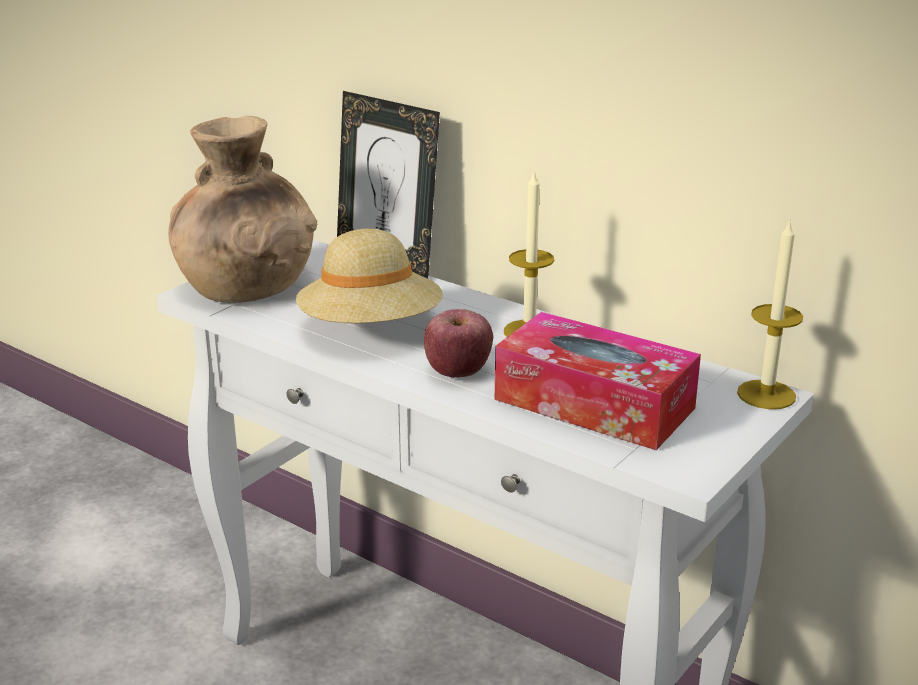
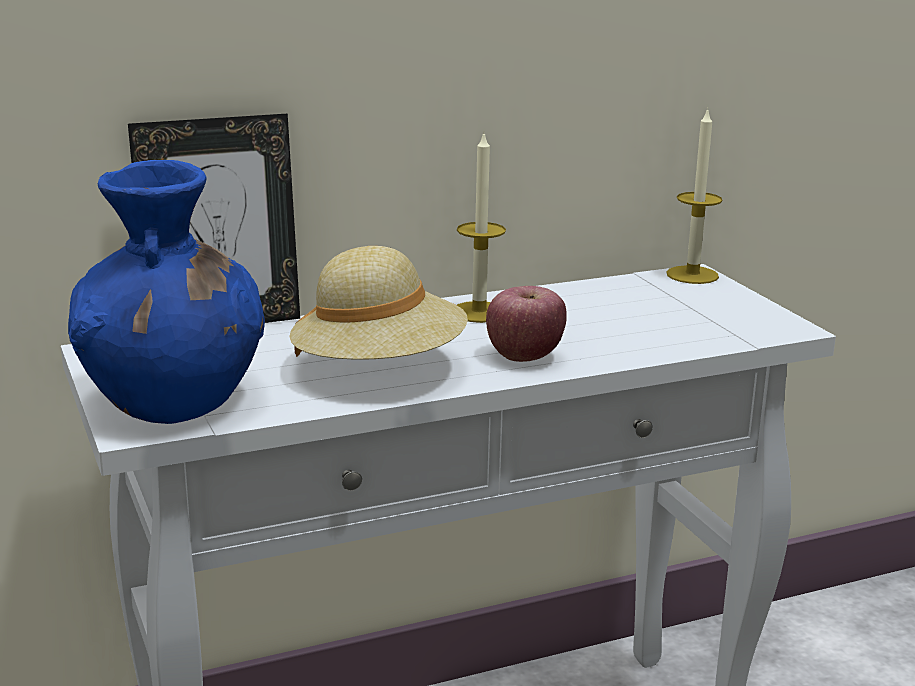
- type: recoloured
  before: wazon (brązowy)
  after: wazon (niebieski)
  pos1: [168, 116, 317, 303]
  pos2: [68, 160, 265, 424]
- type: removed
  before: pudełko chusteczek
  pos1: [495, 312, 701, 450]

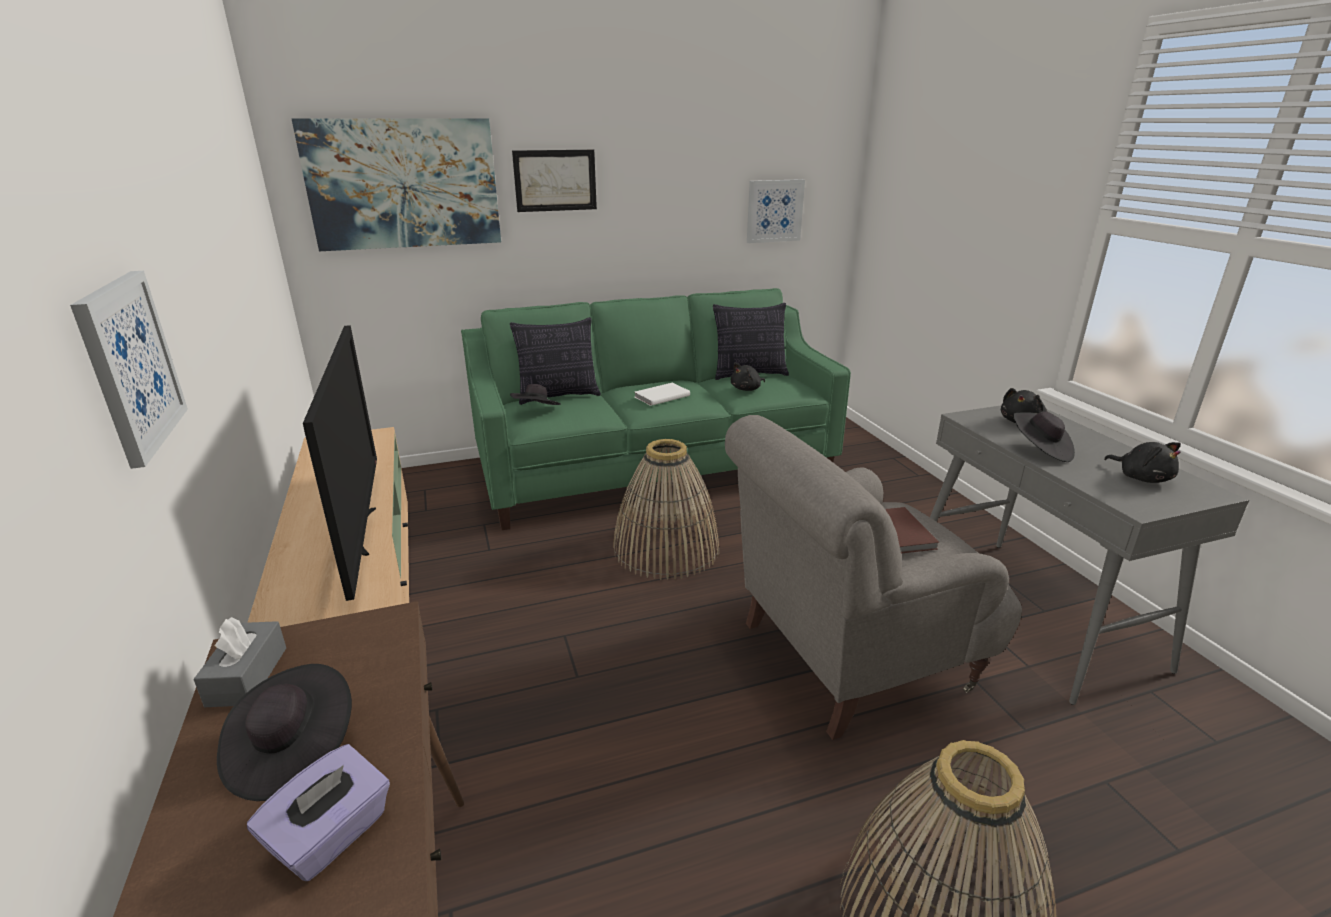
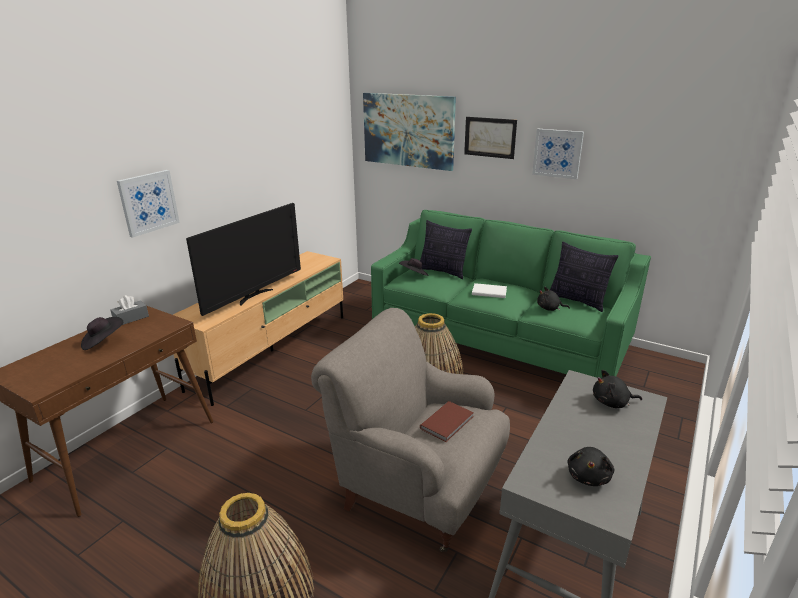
- type: moved
  before: obraz
  pos1: [747, 179, 805, 243]
  pos2: [532, 129, 584, 179]
- type: removed
  before: pudełko chusteczek (fioletowy)
  pos1: [247, 744, 390, 881]
- type: removed
  before: kapelusz (czarny)
  pos1: [1013, 411, 1075, 462]

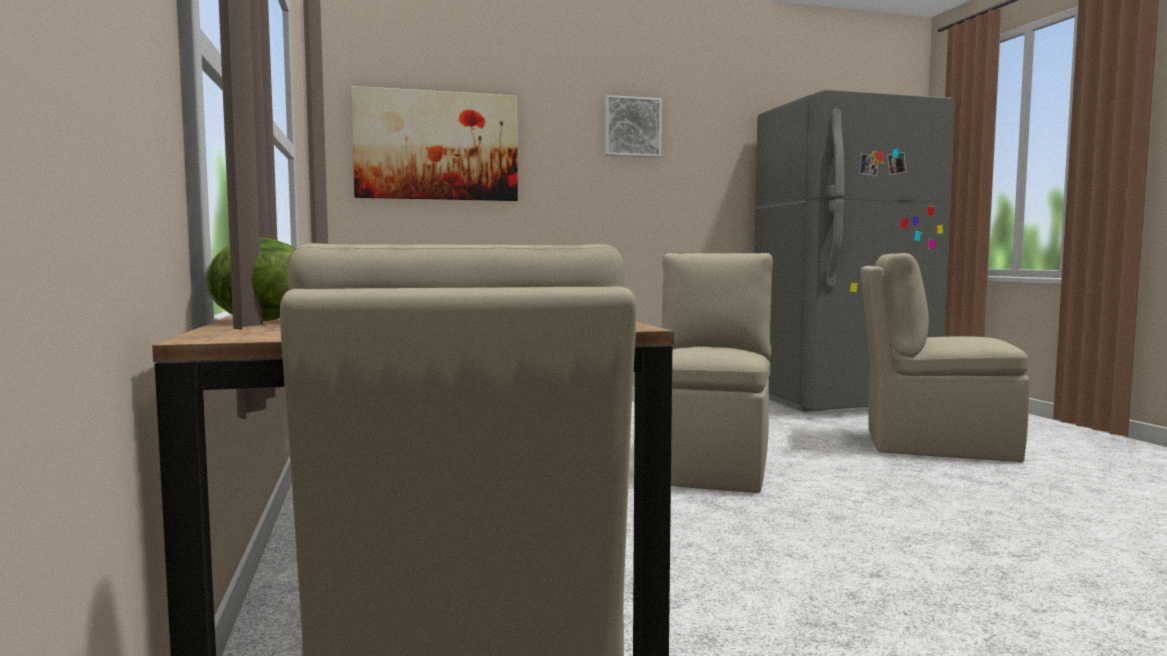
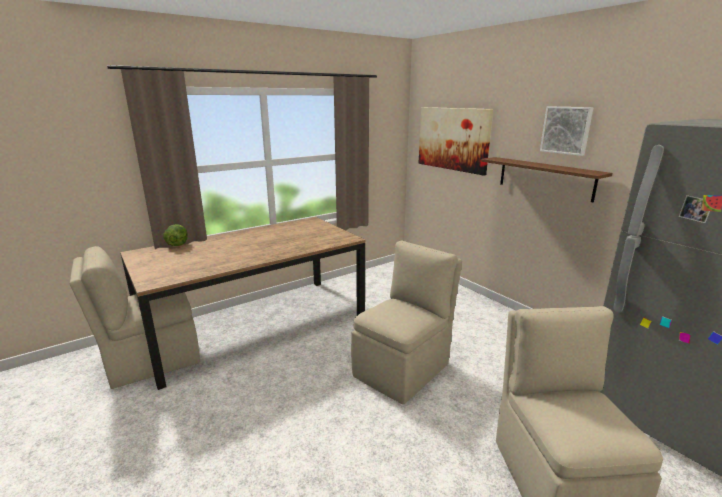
- type: turned
  before: krzesło (beżowy)
  pos1: [662, 253, 773, 493]
  pos2: [351, 241, 462, 404]
  turn: -45
- type: added
  after: półka (brązowy)
  pos2: [481, 157, 612, 202]

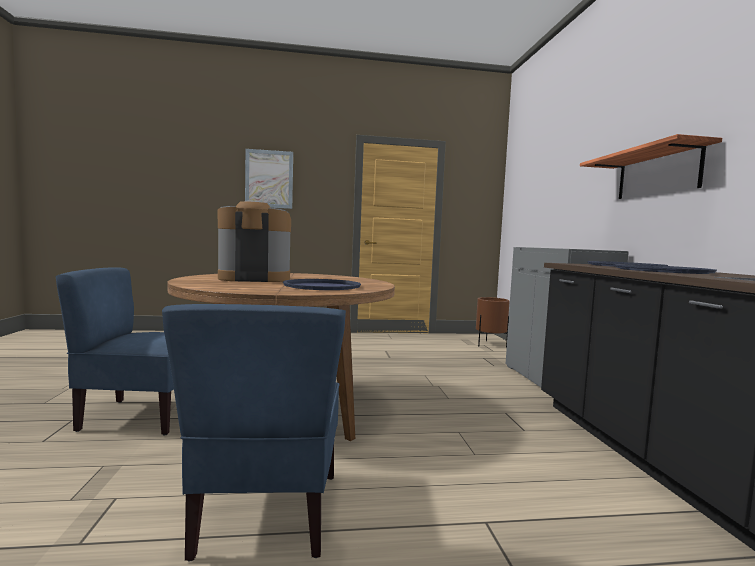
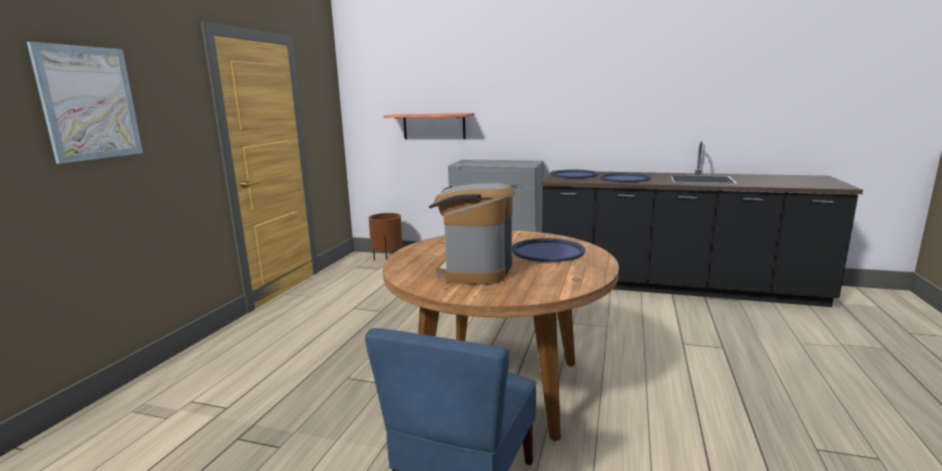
- type: moved
  before: półka
  pos1: [580, 134, 722, 199]
  pos2: [383, 113, 474, 139]
- type: removed
  before: krzesło (niebieski)
  pos1: [162, 304, 346, 561]

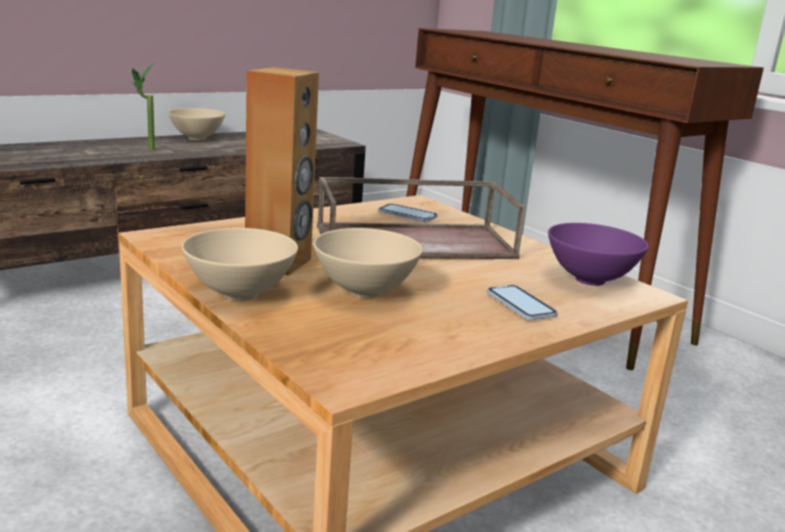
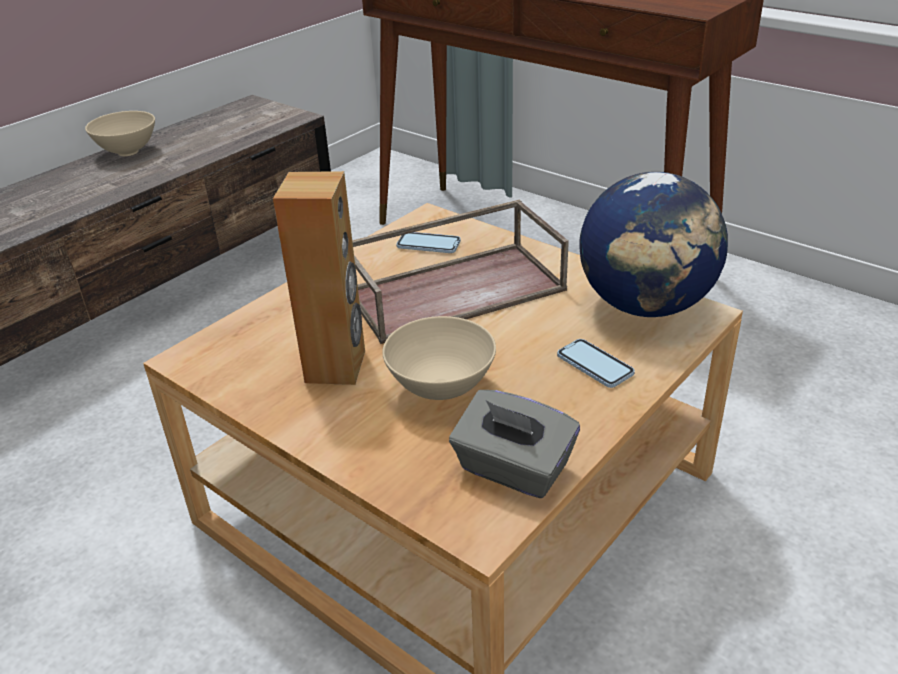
- type: added
  after: pudełko chusteczek (szary)
  pos2: [449, 390, 580, 498]
- type: replaced
  before: miska (fioletowy)
  after: globus
  pos1: [548, 223, 649, 286]
  pos2: [579, 172, 728, 317]
- type: removed
  before: roślina doniczkowa
  pos1: [131, 63, 155, 150]
- type: removed
  before: miska (beżowy)
  pos1: [182, 228, 298, 301]

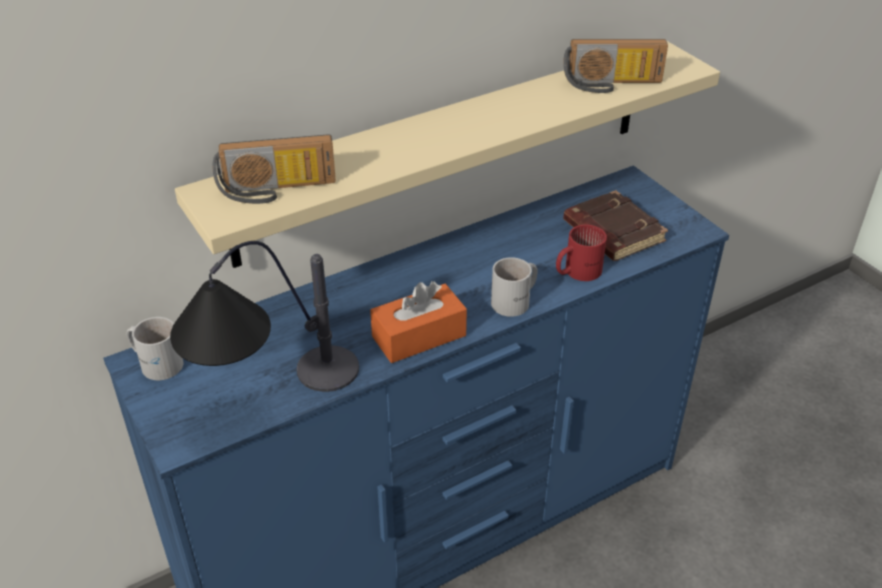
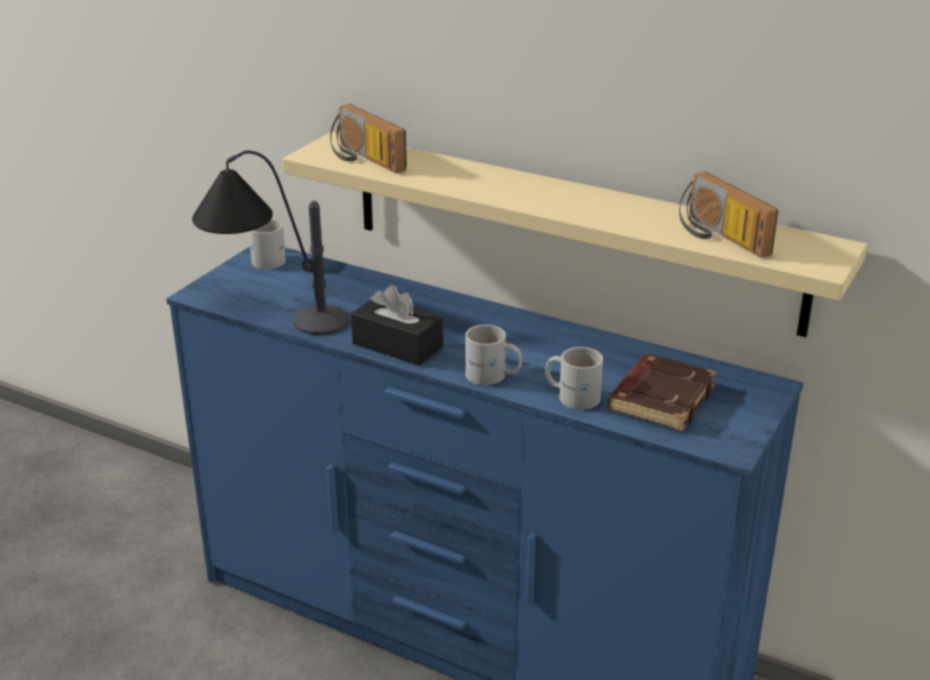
- type: recoloured
  before: pudełko chusteczek (pomarańczowy)
  after: pudełko chusteczek (czarny)
  pos1: [370, 281, 467, 363]
  pos2: [351, 285, 443, 366]
- type: recoloured
  before: kubek (czerwony)
  after: kubek (biały)
  pos1: [556, 225, 607, 281]
  pos2: [545, 347, 603, 410]

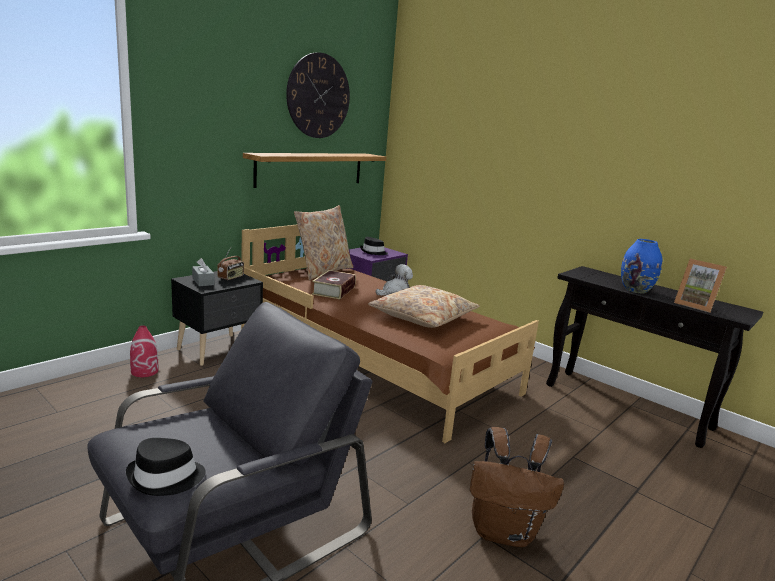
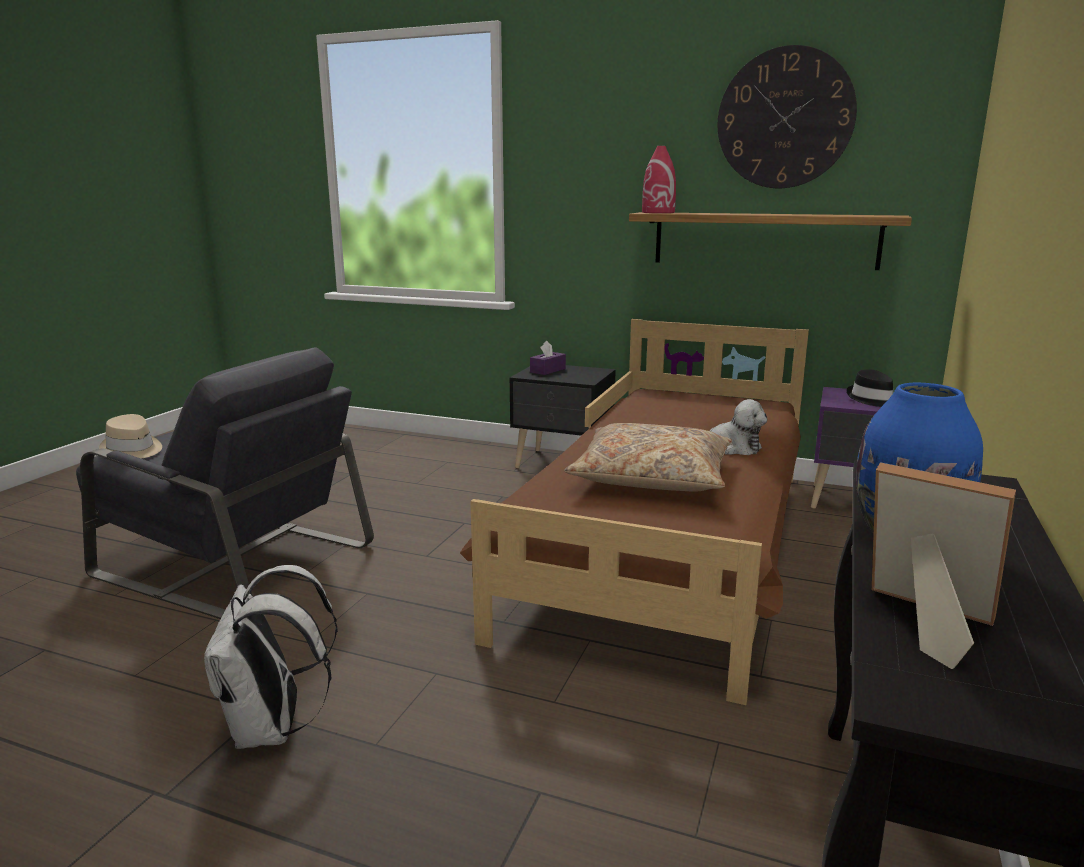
- type: recoloured
  before: kapelusz (czarny)
  after: kapelusz (beżowy)
  pos1: [126, 438, 206, 496]
  pos2: [99, 414, 162, 459]
- type: recoloured
  before: plecak (brązowy)
  after: plecak (biały)
  pos1: [470, 427, 564, 547]
  pos2: [204, 565, 338, 749]
- type: recoloured
  before: pudełko chusteczek (szary)
  after: pudełko chusteczek (fioletowy)
  pos1: [192, 258, 214, 286]
  pos2: [530, 341, 566, 375]
- type: moved
  before: wazon (czerwony)
  pos1: [130, 325, 158, 377]
  pos2: [642, 146, 676, 213]
- type: turned
  before: ramka na zdjęcie
  pos1: [674, 259, 727, 313]
  pos2: [872, 462, 1016, 669]
  turn: 105
- type: removed
  before: radio
  pos1: [217, 248, 244, 280]
- type: removed
  before: poduszka (beżowy)
  pos1: [294, 205, 354, 280]
- type: removed
  before: książka
  pos1: [312, 270, 356, 299]

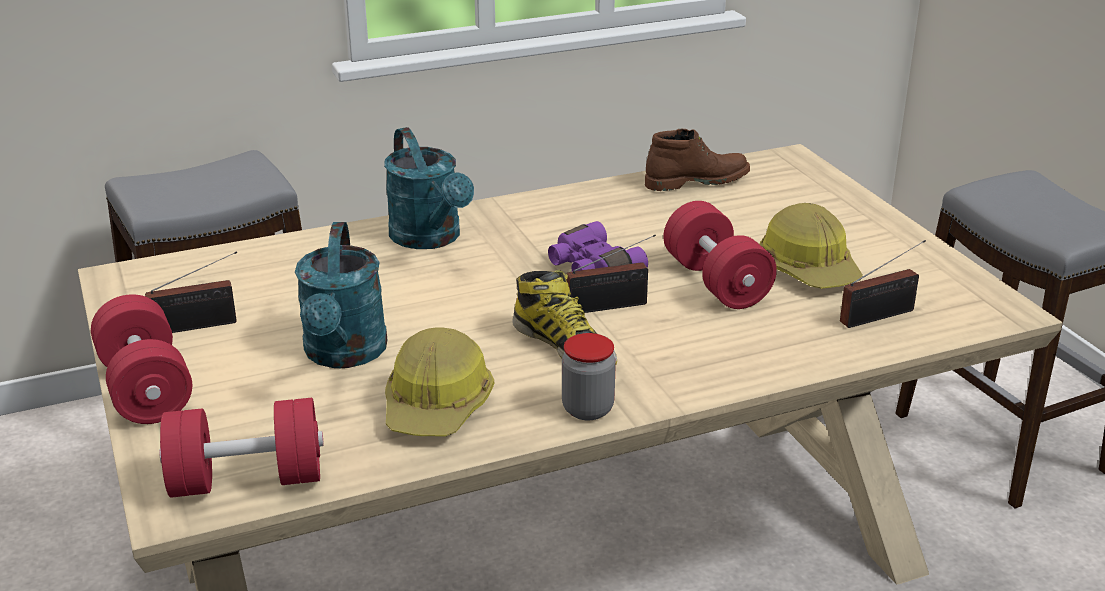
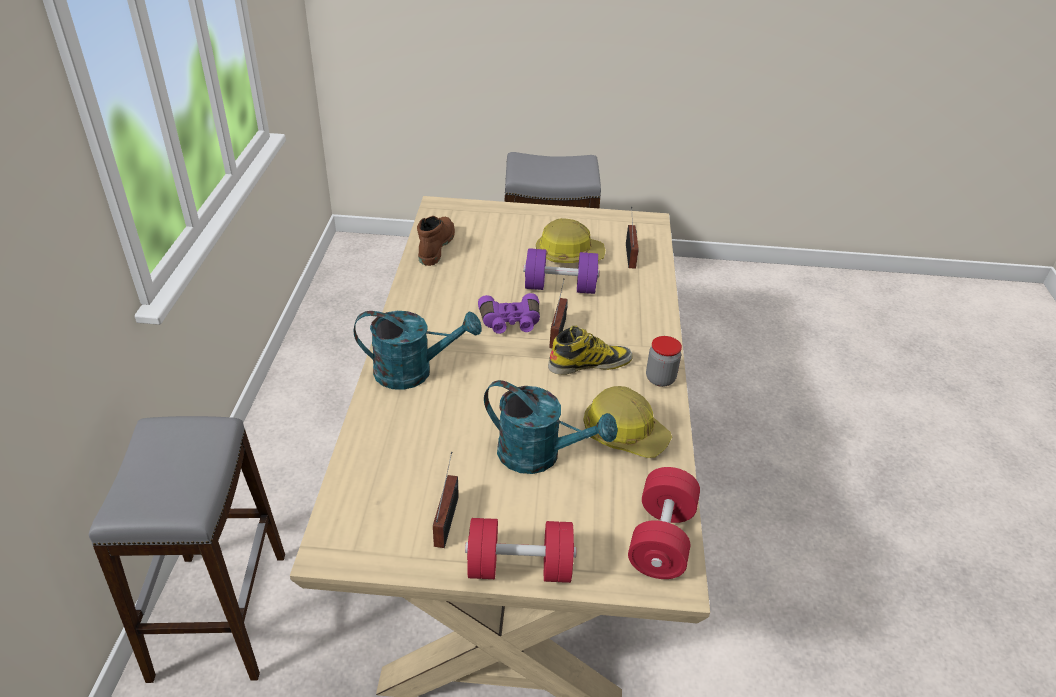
- type: recoloured
  before: hantel (czerwony)
  after: hantel (fioletowy)
  pos1: [663, 201, 777, 309]
  pos2: [523, 248, 600, 294]

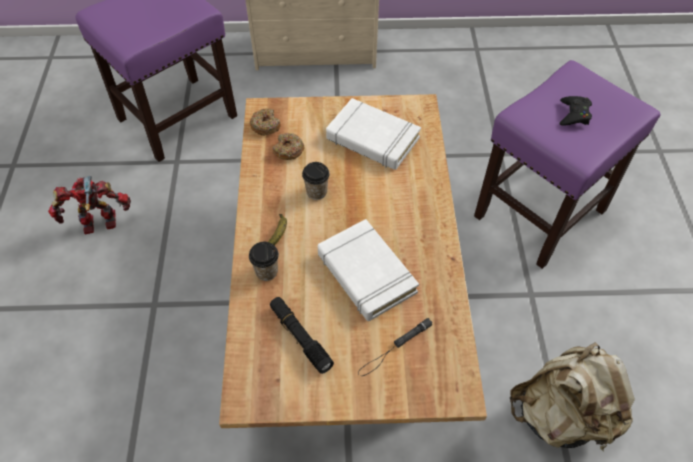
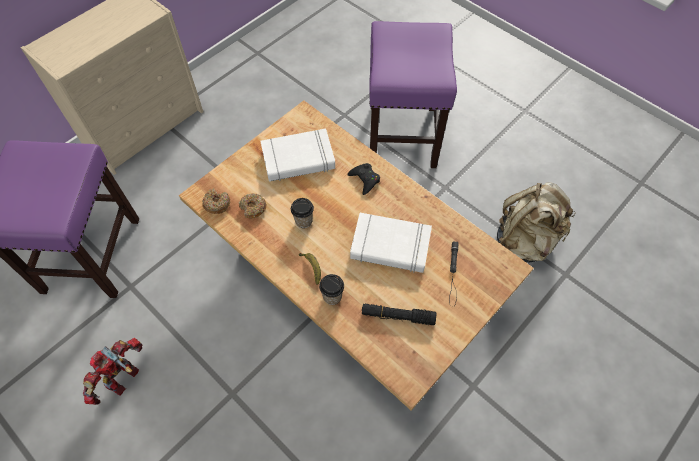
- type: moved
  before: pad do gier (czarny)
  pos1: [559, 96, 592, 125]
  pos2: [348, 163, 380, 195]

